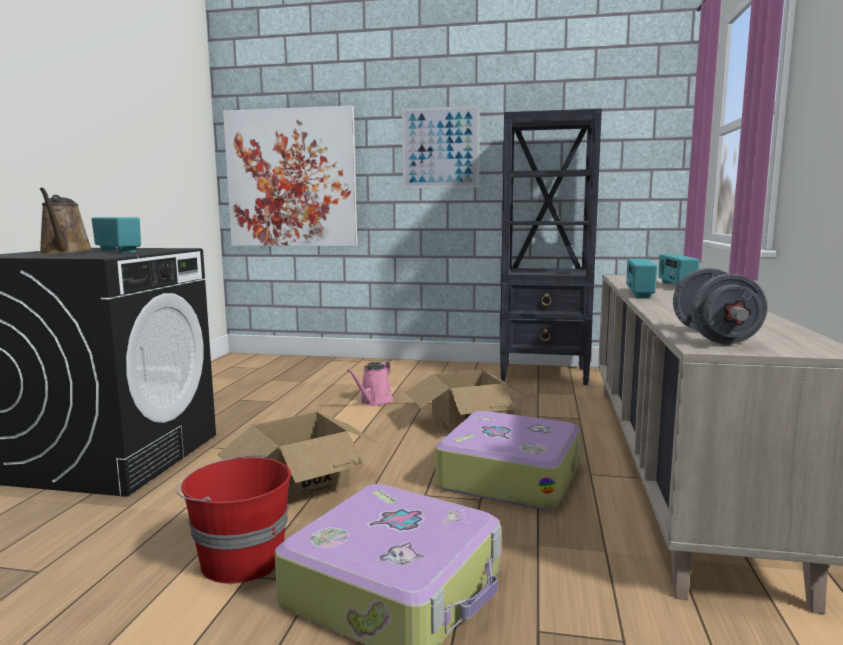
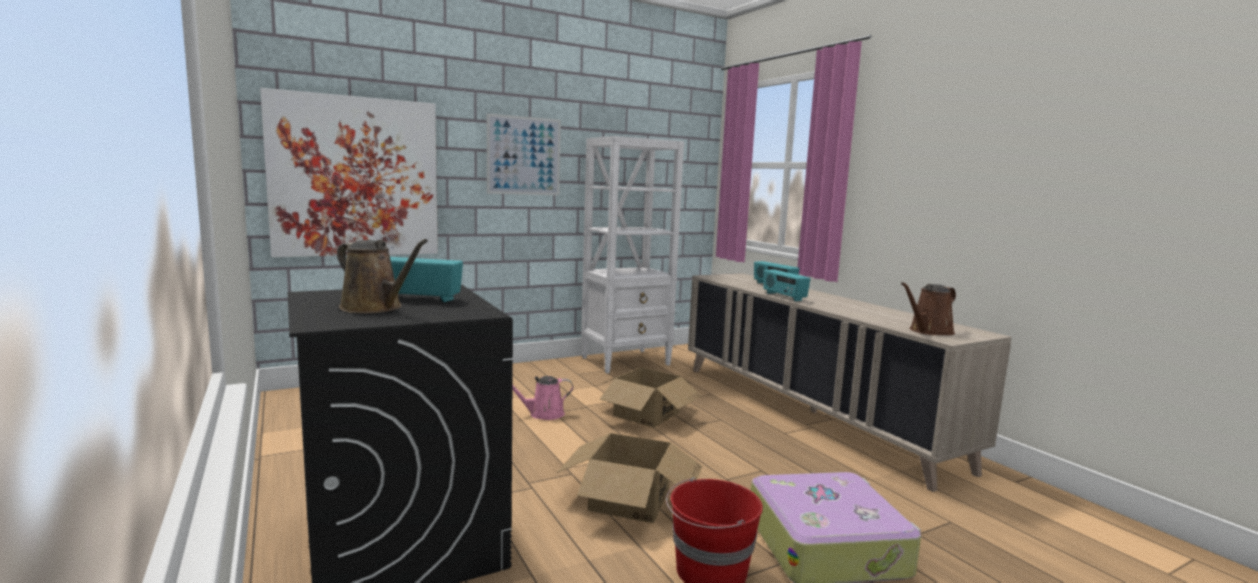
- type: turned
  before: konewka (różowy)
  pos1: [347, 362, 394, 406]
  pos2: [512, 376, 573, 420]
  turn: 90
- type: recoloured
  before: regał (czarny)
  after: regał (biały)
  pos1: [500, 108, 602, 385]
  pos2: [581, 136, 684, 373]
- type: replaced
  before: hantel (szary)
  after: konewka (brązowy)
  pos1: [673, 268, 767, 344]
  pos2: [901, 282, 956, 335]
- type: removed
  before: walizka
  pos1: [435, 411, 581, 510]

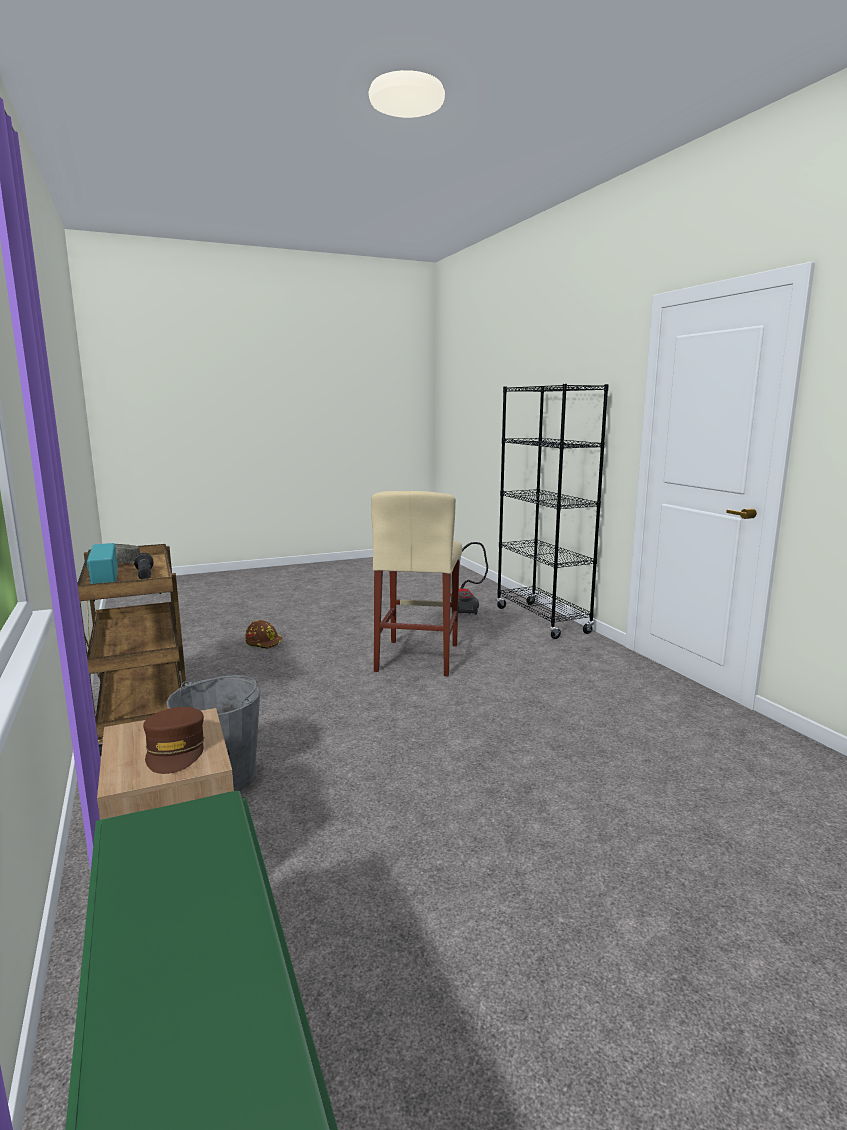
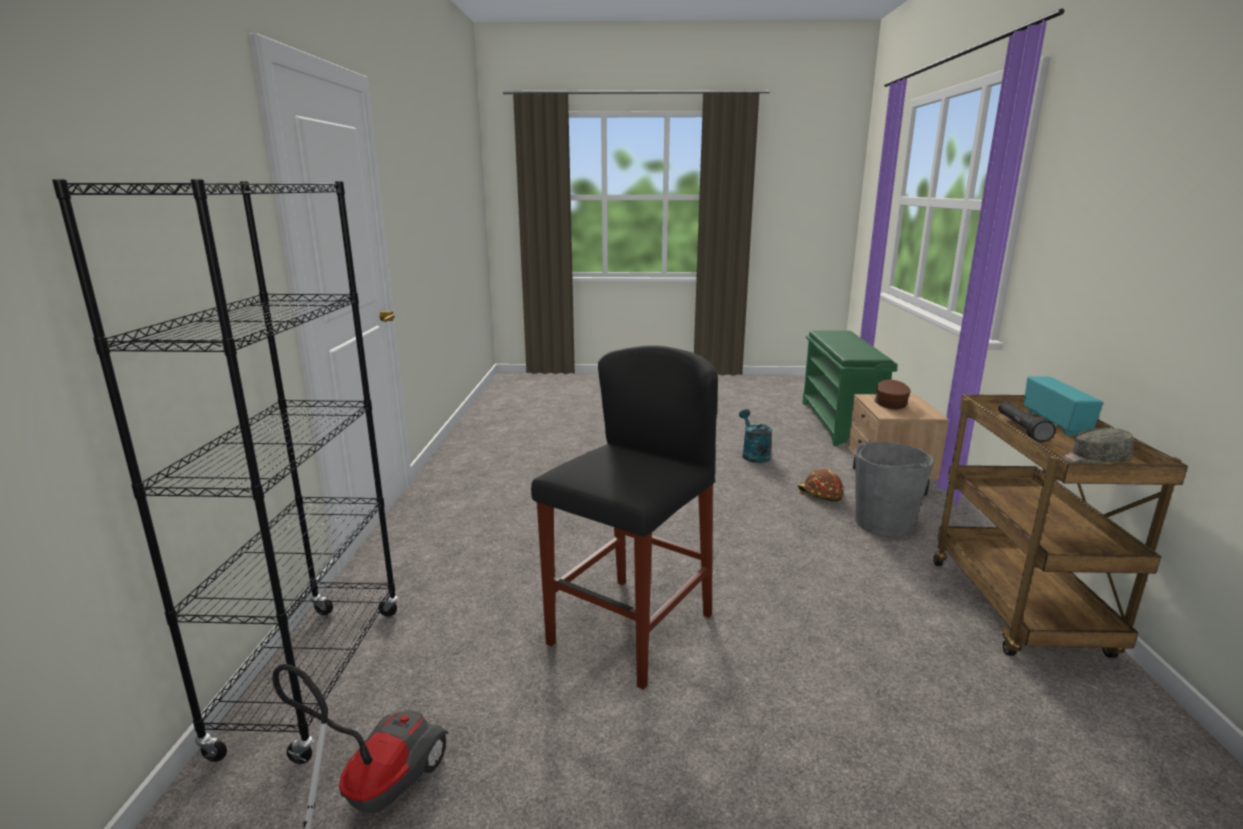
- type: recoloured
  before: stołek (beżowy)
  after: stołek (czarny)
  pos1: [371, 491, 462, 676]
  pos2: [531, 345, 718, 690]
- type: added
  after: konewka (turkusowy)
  pos2: [739, 409, 772, 463]
- type: moved
  before: kask (brązowy)
  pos1: [245, 620, 283, 649]
  pos2: [798, 469, 843, 501]

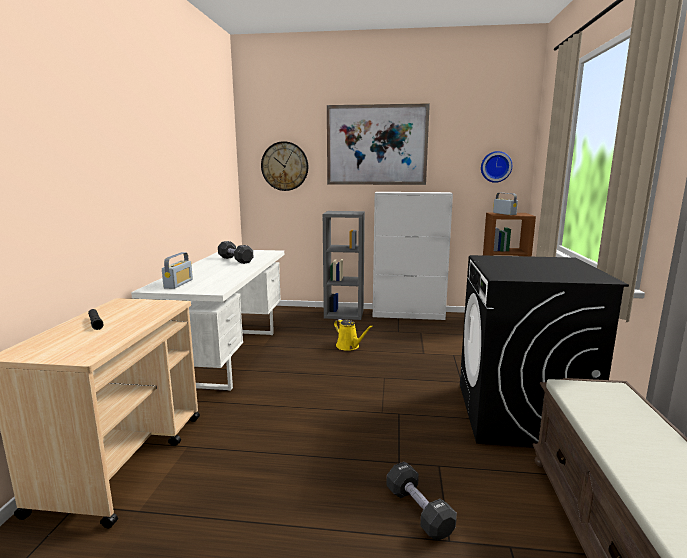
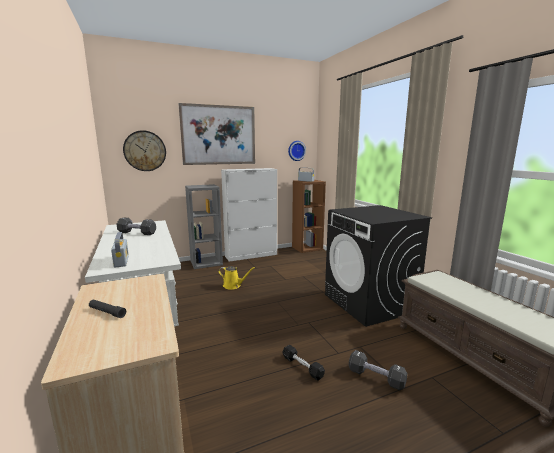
- type: added
  after: hantel (czarny)
  pos2: [283, 345, 325, 381]

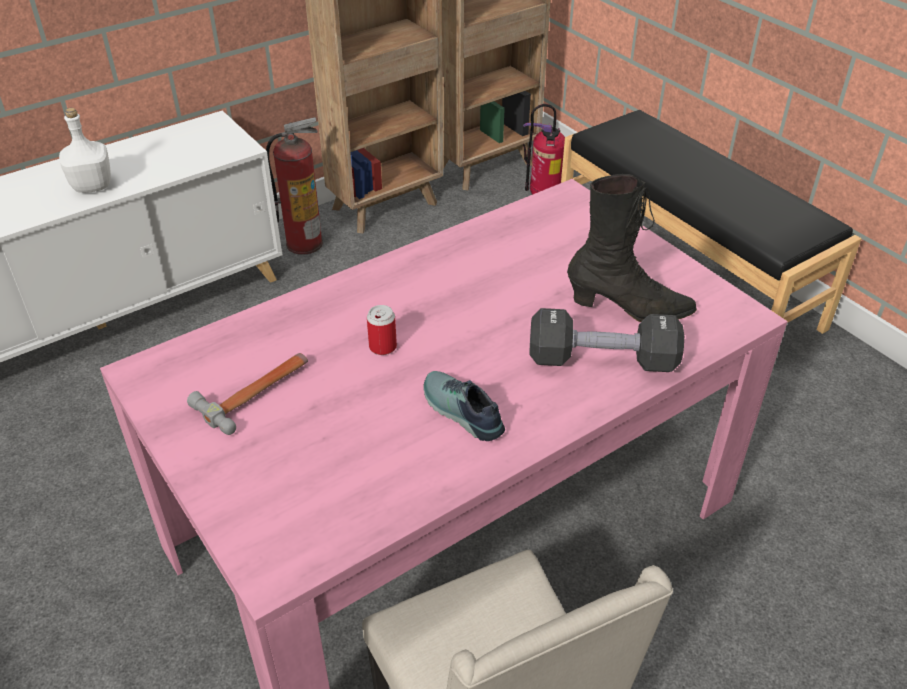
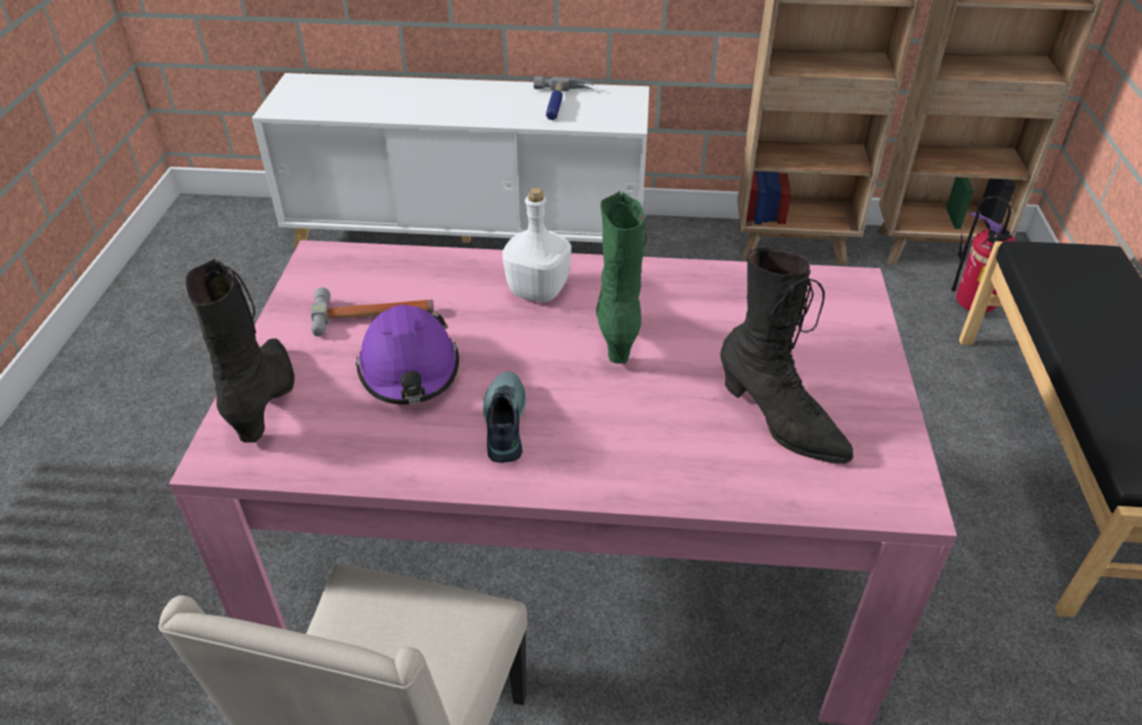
- type: added
  after: but z cholewką (czarny)
  pos2: [186, 259, 294, 443]
- type: added
  after: kask (fioletowy)
  pos2: [356, 305, 459, 405]
- type: moved
  before: butelka (biały)
  pos1: [59, 108, 111, 193]
  pos2: [502, 187, 571, 302]
- type: added
  after: młotek
  pos2: [533, 76, 594, 120]
- type: added
  after: but z cholewką (zielony)
  pos2: [596, 191, 647, 364]
- type: removed
  before: gaśnica
  pos1: [266, 117, 323, 255]
- type: removed
  before: puszka
  pos1: [367, 305, 397, 355]
- type: removed
  before: hantel (czarny)
  pos1: [529, 308, 684, 372]

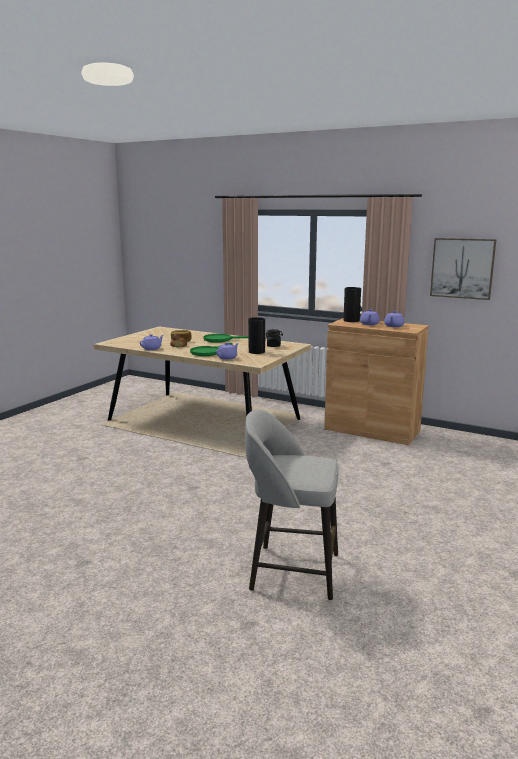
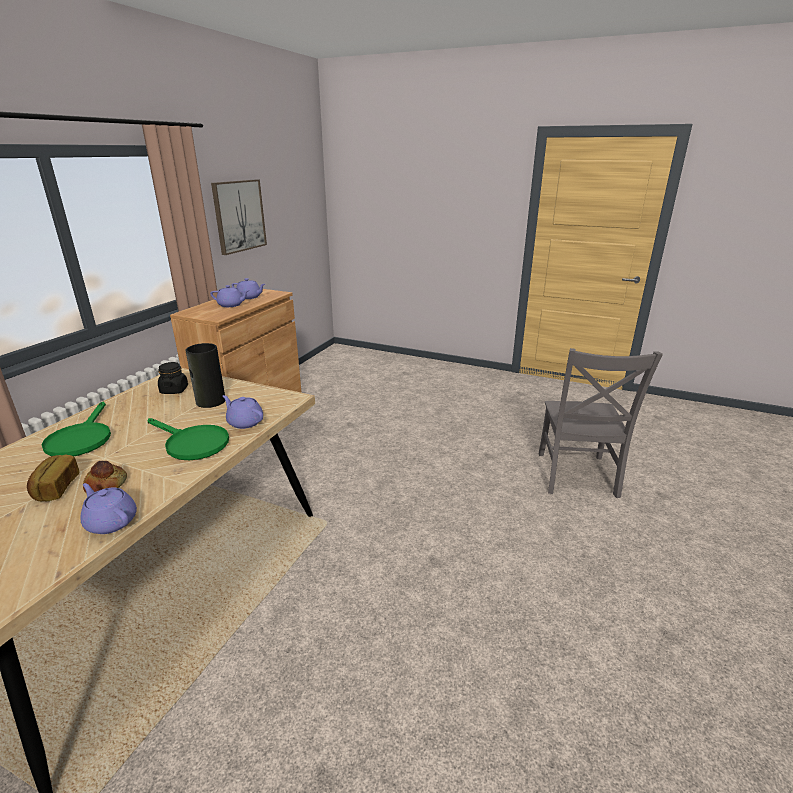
- type: replaced
  before: stołek (szary)
  after: krzesło (szary)
  pos1: [245, 409, 339, 600]
  pos2: [539, 348, 663, 498]
- type: removed
  before: wazon
  pos1: [344, 287, 362, 322]

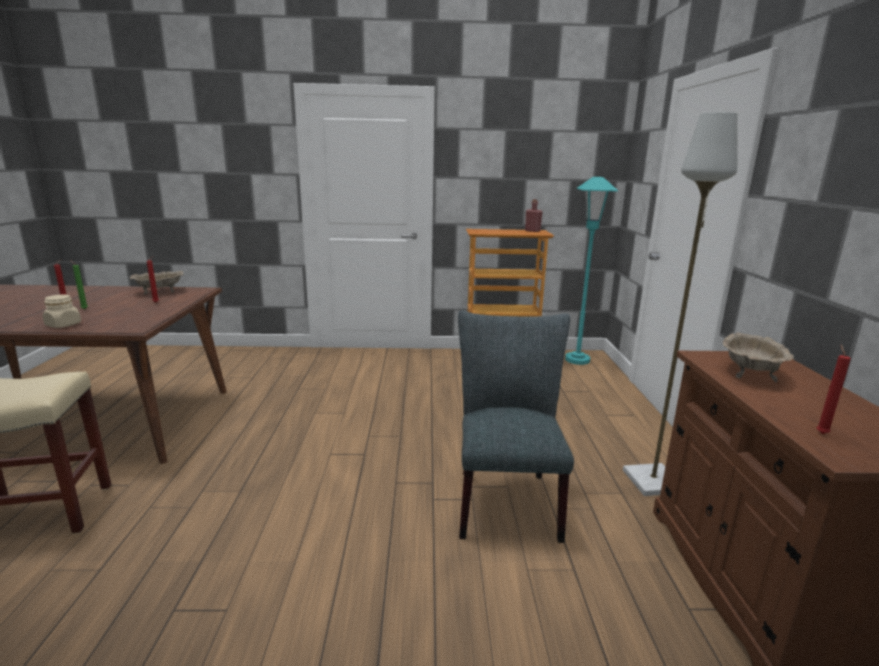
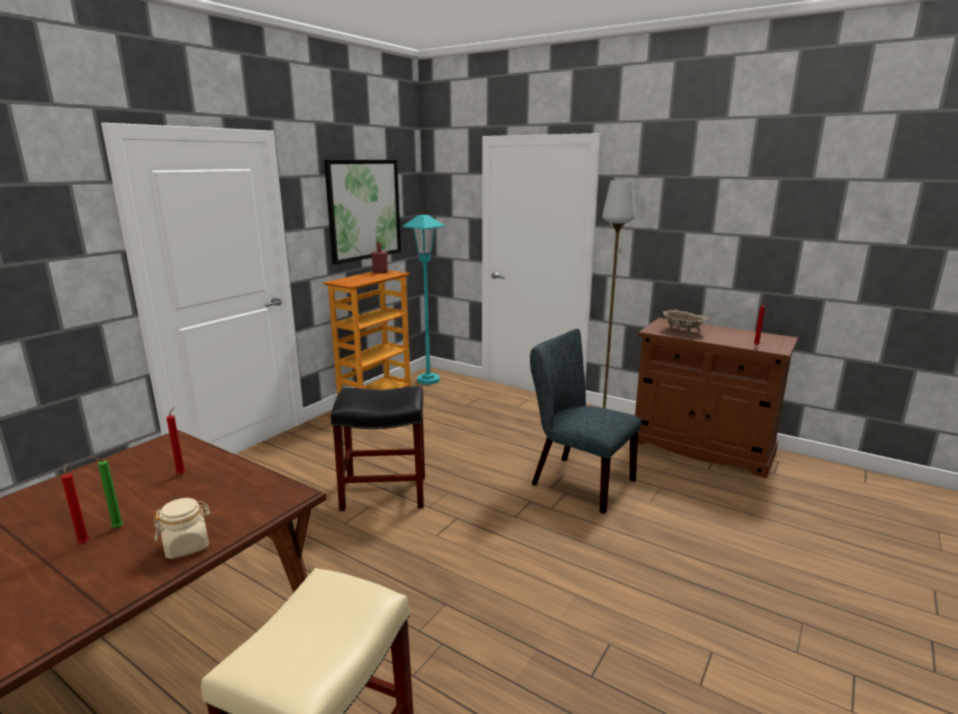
- type: added
  after: obraz
  pos2: [324, 160, 401, 265]
- type: added
  after: stołek (czarny)
  pos2: [331, 386, 425, 511]
- type: removed
  before: miska (beżowy)
  pos1: [130, 271, 183, 295]

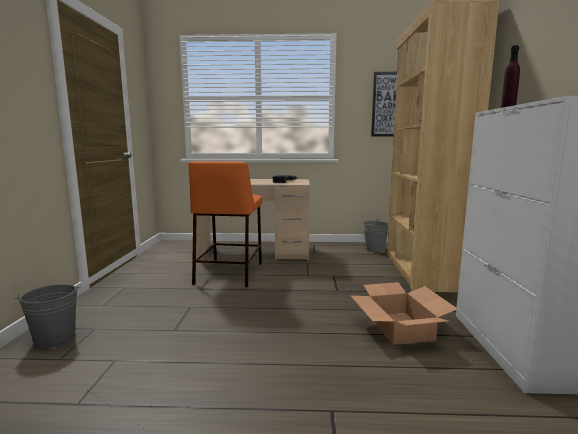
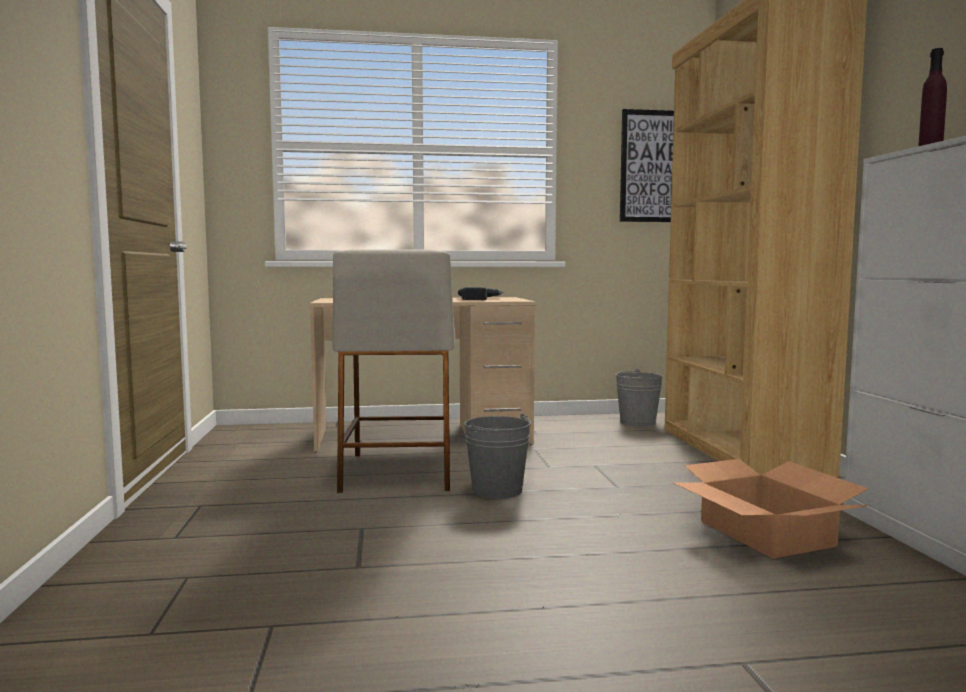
- type: recoloured
  before: stołek (pomarańczowy)
  after: stołek (beżowy)
  pos1: [188, 161, 262, 287]
  pos2: [332, 249, 455, 493]
- type: moved
  before: wiadro (szary)
  pos1: [15, 284, 80, 349]
  pos2: [464, 413, 531, 499]

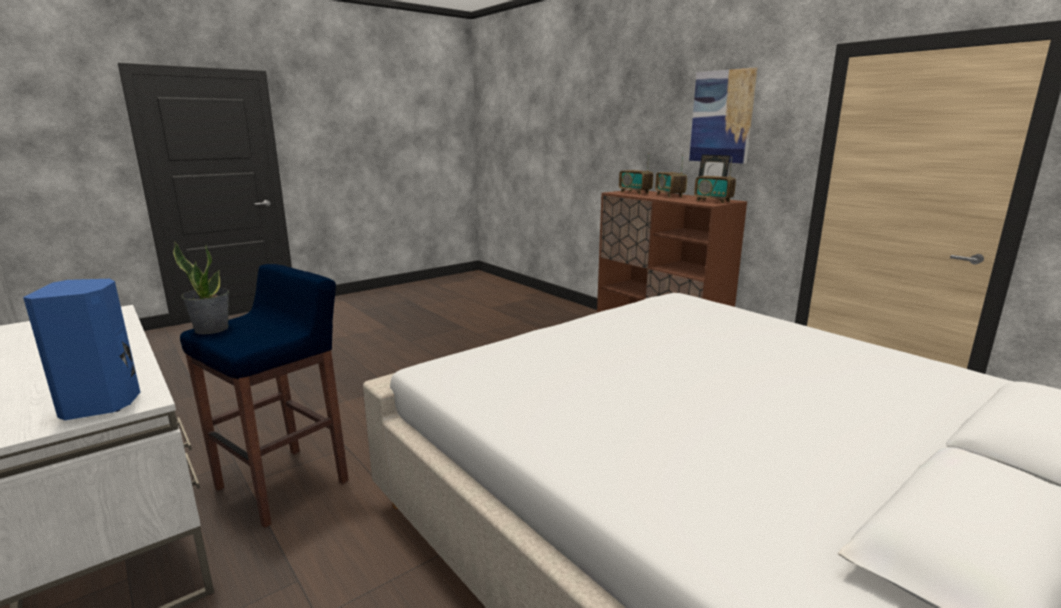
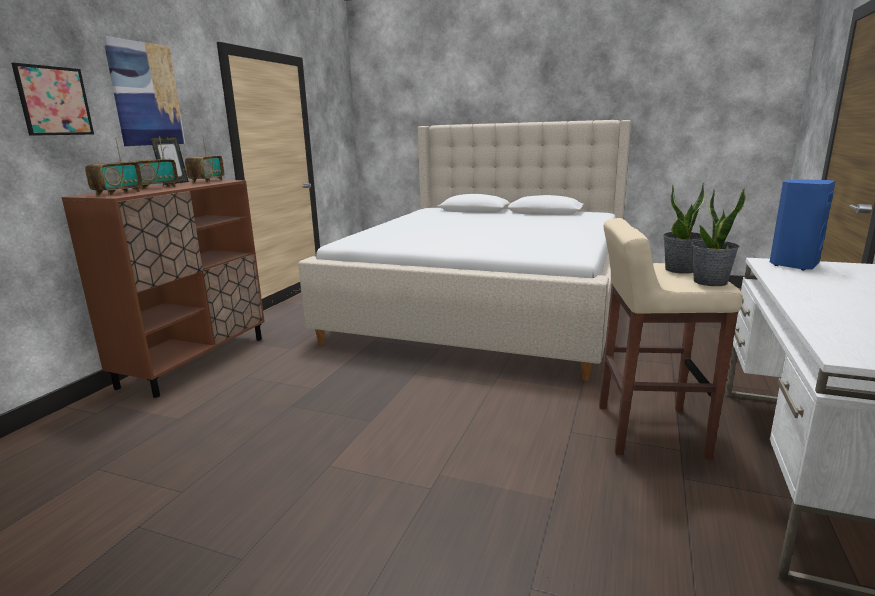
- type: added
  after: obraz
  pos2: [11, 63, 94, 136]
- type: recoloured
  before: stołek (niebieski)
  after: stołek (beżowy)
  pos1: [180, 264, 349, 528]
  pos2: [599, 218, 743, 459]
- type: added
  after: roślina doniczkowa
  pos2: [663, 182, 705, 274]

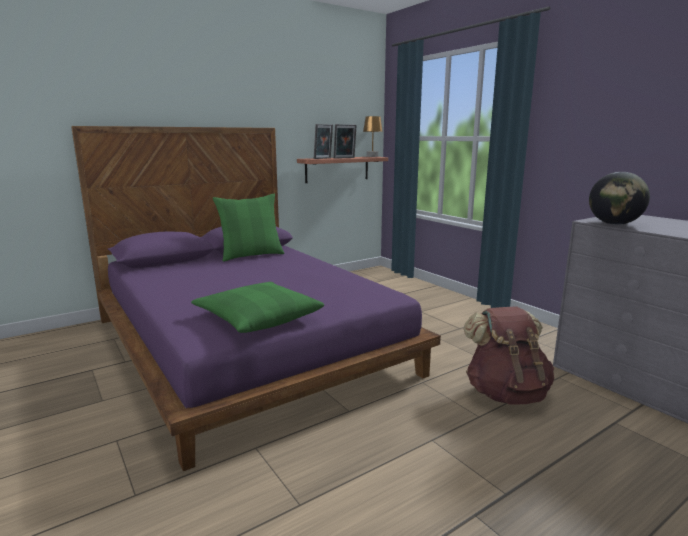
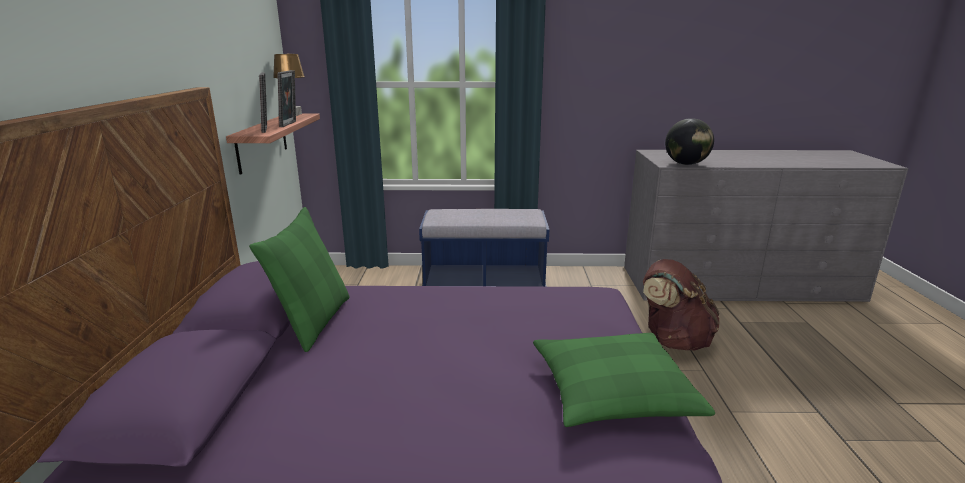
- type: added
  after: ławka (niebieski)
  pos2: [419, 209, 550, 287]

